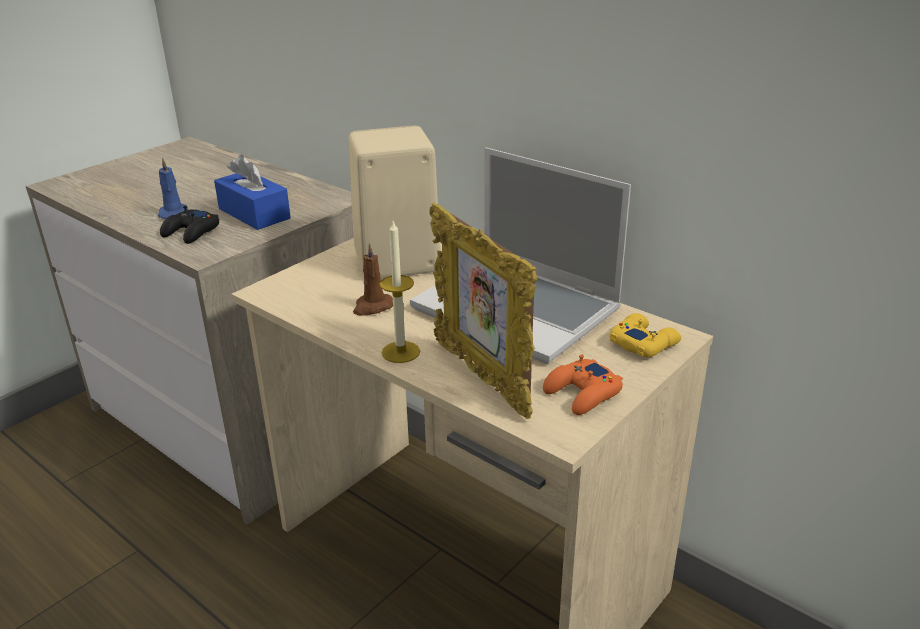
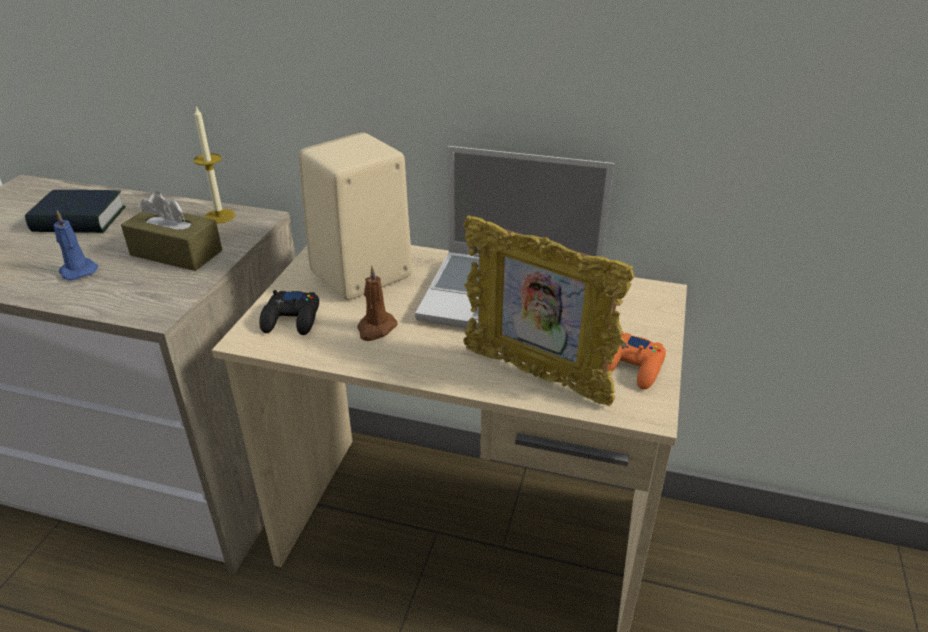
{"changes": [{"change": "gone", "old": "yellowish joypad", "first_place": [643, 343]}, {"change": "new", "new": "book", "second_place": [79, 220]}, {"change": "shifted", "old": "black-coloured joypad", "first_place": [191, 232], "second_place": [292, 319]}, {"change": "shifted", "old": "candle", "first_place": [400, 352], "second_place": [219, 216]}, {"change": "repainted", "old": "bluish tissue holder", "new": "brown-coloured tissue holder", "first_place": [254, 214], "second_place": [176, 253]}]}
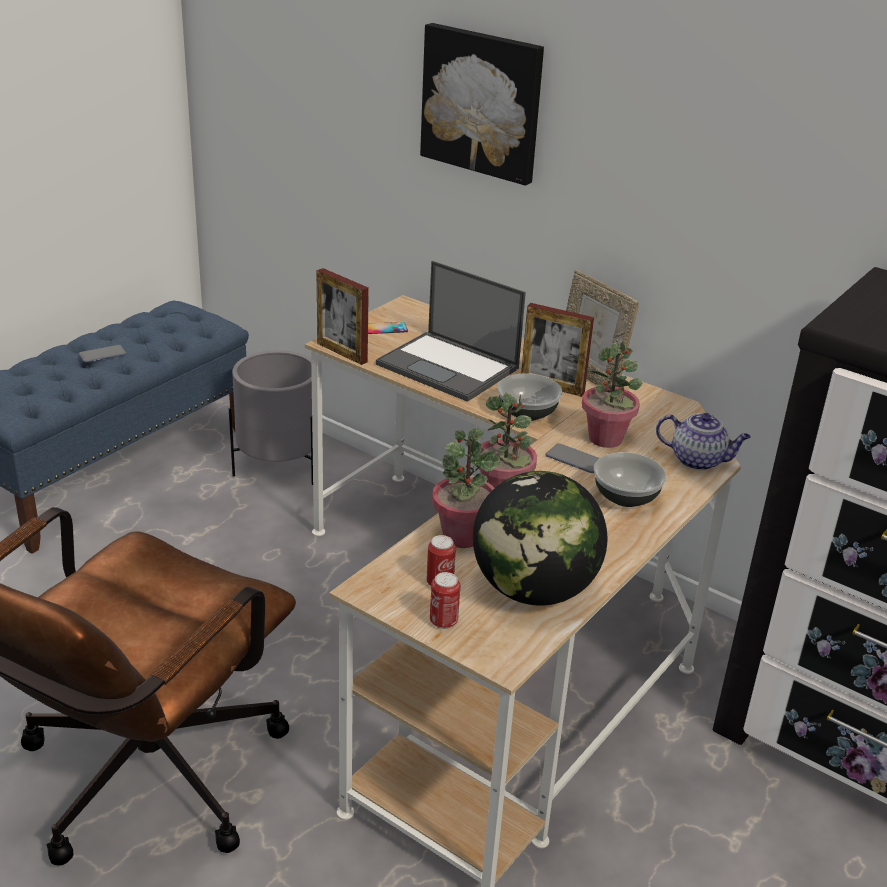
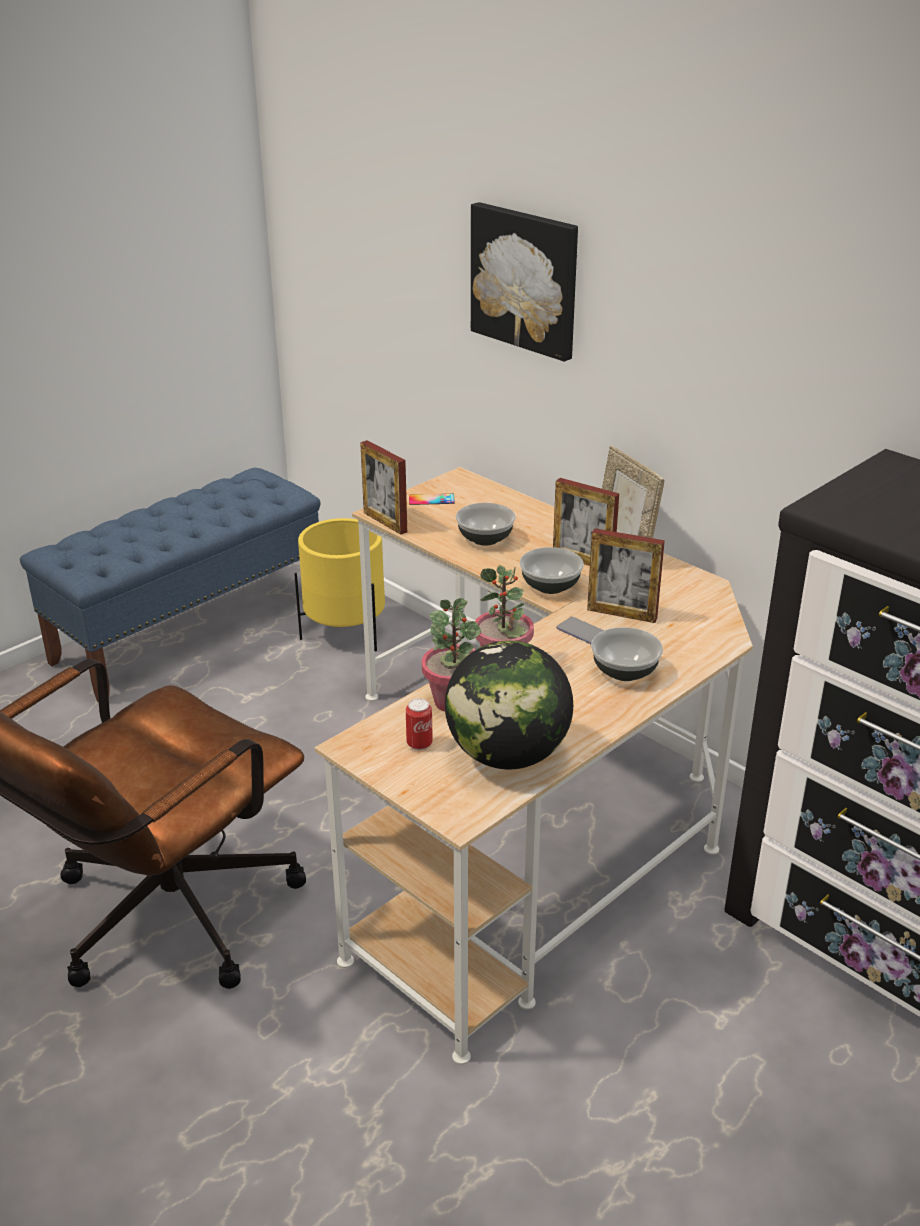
{"changes": [{"change": "gone", "old": "handset", "first_place": [102, 355]}, {"change": "gone", "old": "can", "first_place": [443, 621]}, {"change": "gone", "old": "tea pot", "first_place": [698, 460]}, {"change": "swapped", "old": "laptop", "new": "serving bowl", "first_place": [449, 367], "second_place": [486, 539]}, {"change": "swapped", "old": "houseplant", "new": "standing frame", "first_place": [606, 439], "second_place": [622, 614]}, {"change": "repainted", "old": "grey plant pot", "new": "yellowish plant pot", "first_place": [278, 467], "second_place": [345, 633]}]}
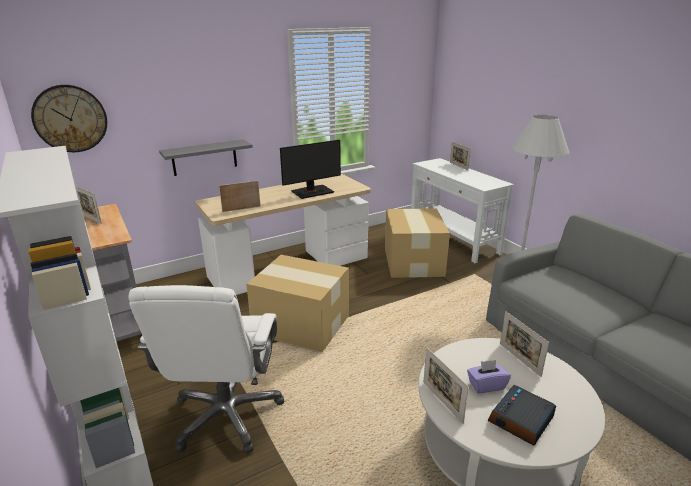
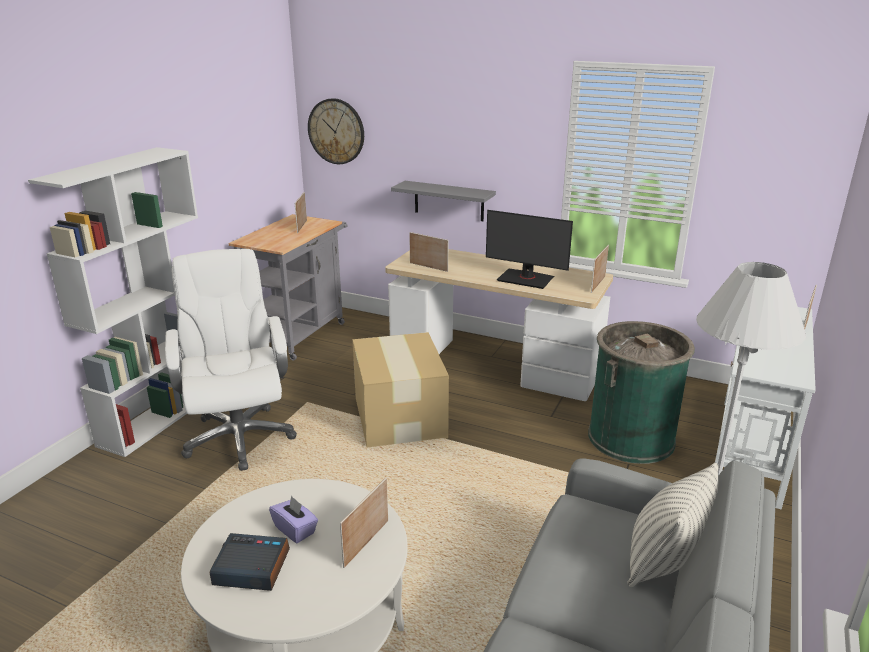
{"changes": [{"change": "new", "new": "pillow", "second_place": [664, 561]}, {"change": "shifted", "old": "standing frame", "first_place": [442, 402], "second_place": [598, 284]}, {"change": "swapped", "old": "packing box", "new": "green-coloured rubbish bin", "first_place": [413, 261], "second_place": [631, 438]}, {"change": "rotated", "old": "whitish office chair", "first_place": [226, 415], "second_place": [239, 437], "degrees": 105}]}
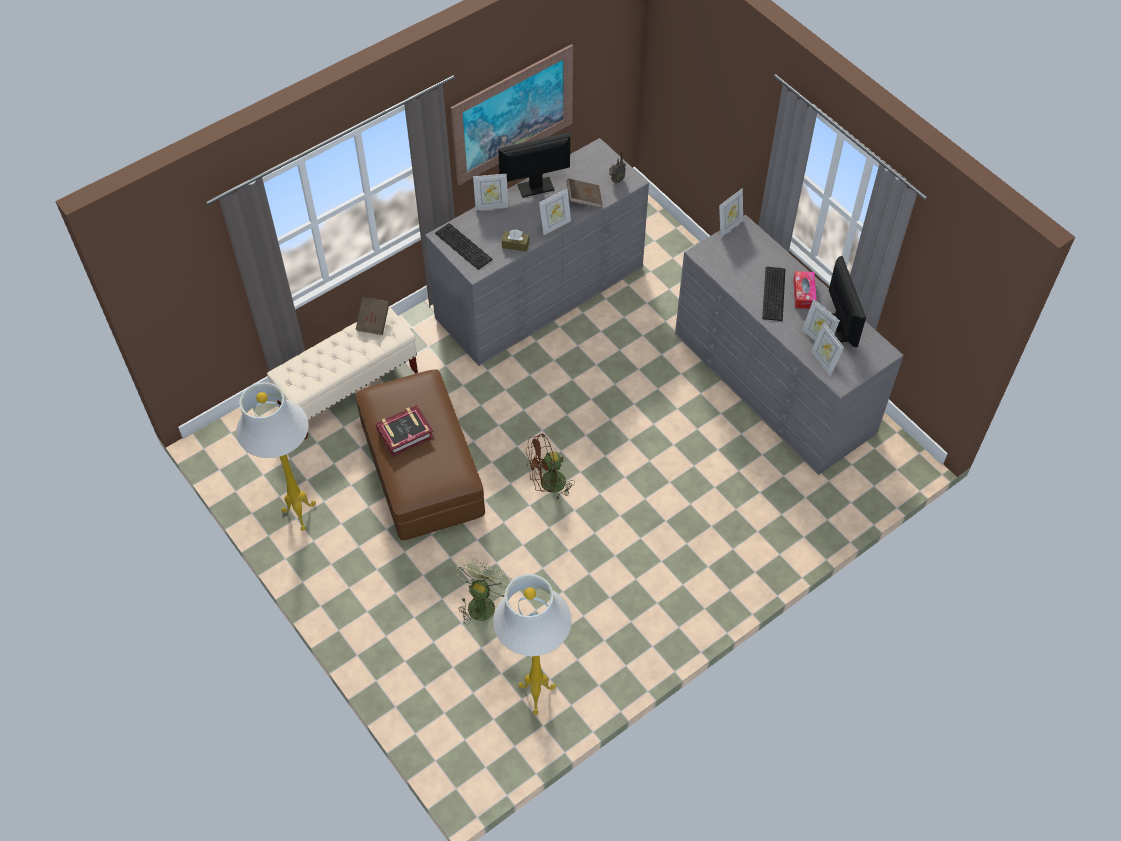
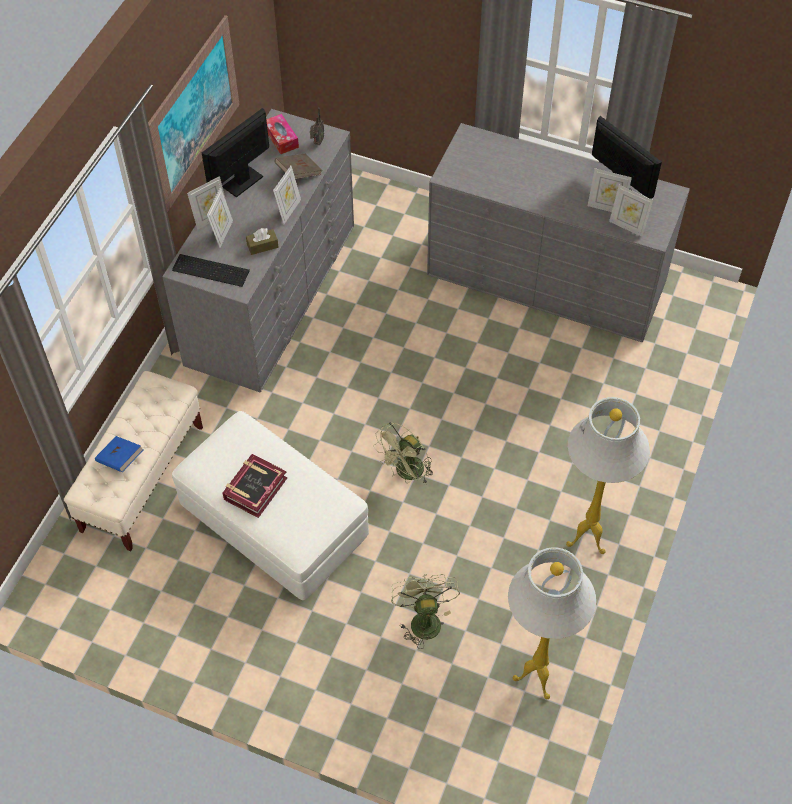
{"changes": [{"change": "gone", "old": "brown-coloured book", "first_place": [373, 321]}, {"change": "gone", "old": "keyboard", "first_place": [775, 293]}, {"change": "new", "new": "bluish book", "second_place": [120, 460]}, {"change": "shifted", "old": "whitish standing lamp", "first_place": [299, 515], "second_place": [586, 542]}, {"change": "shifted", "old": "standing frame", "first_place": [729, 227], "second_place": [222, 233]}, {"change": "shifted", "old": "tissue holder", "first_place": [803, 294], "second_place": [281, 138]}, {"change": "repainted", "old": "brown-coloured pouffe", "new": "whitish pouffe", "first_place": [422, 470], "second_place": [274, 521]}, {"change": "repainted", "old": "brown-coloured fan", "new": "green-coloured fan", "first_place": [547, 484], "second_place": [406, 473]}]}
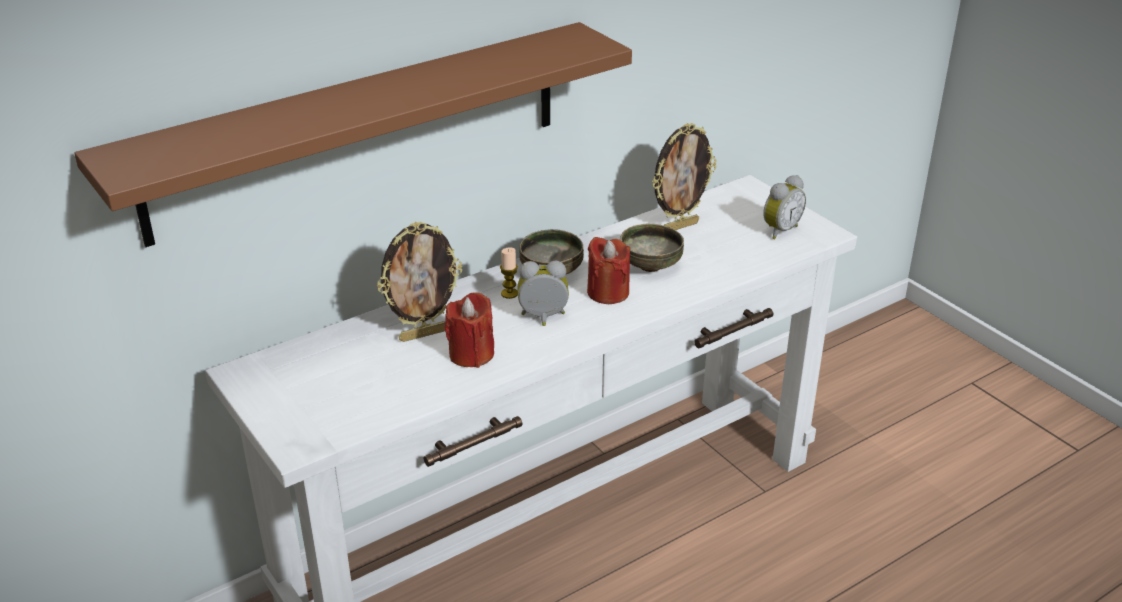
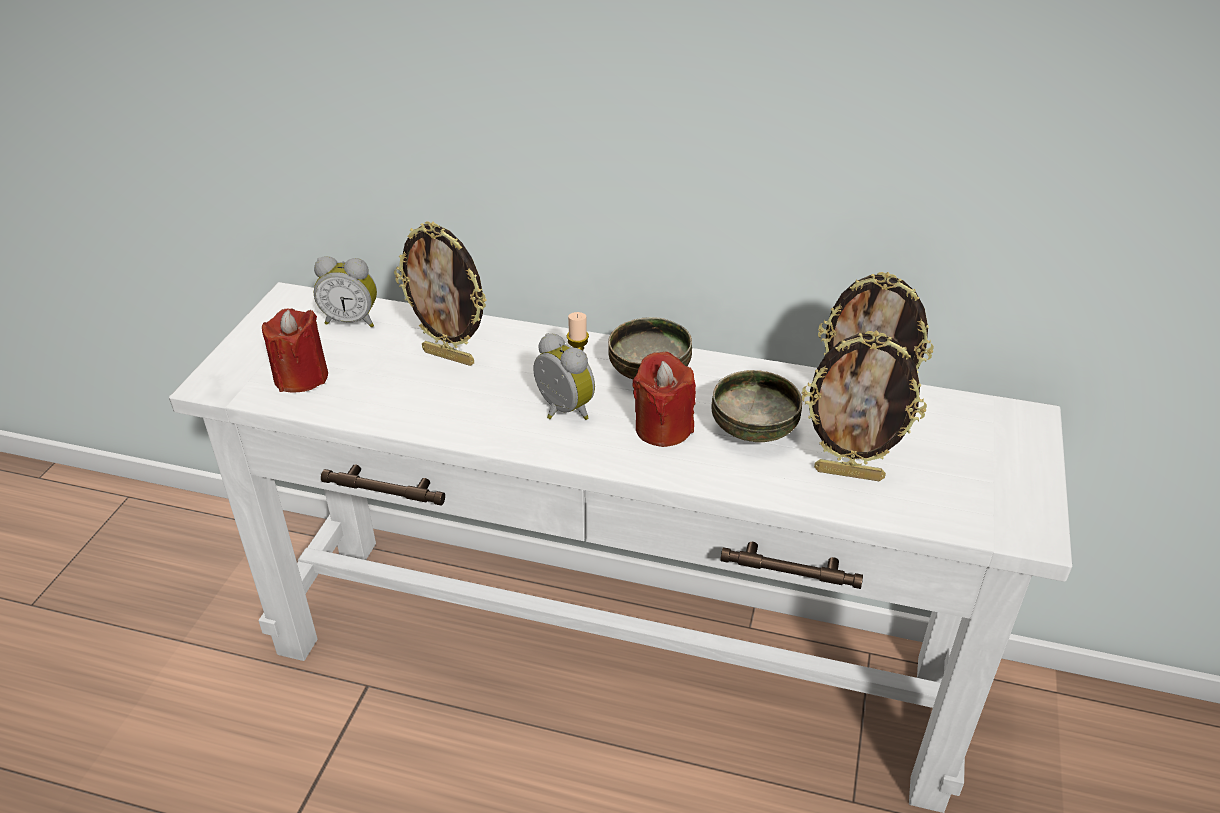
{"changes": [{"change": "gone", "old": "brown-coloured wall shelf", "first_place": [358, 130]}, {"change": "new", "new": "standing frame", "second_place": [849, 473]}, {"change": "shifted", "old": "red-coloured candle", "first_place": [471, 354], "second_place": [301, 377]}, {"change": "shifted", "old": "alarm clock", "first_place": [779, 230], "second_place": [352, 320]}]}
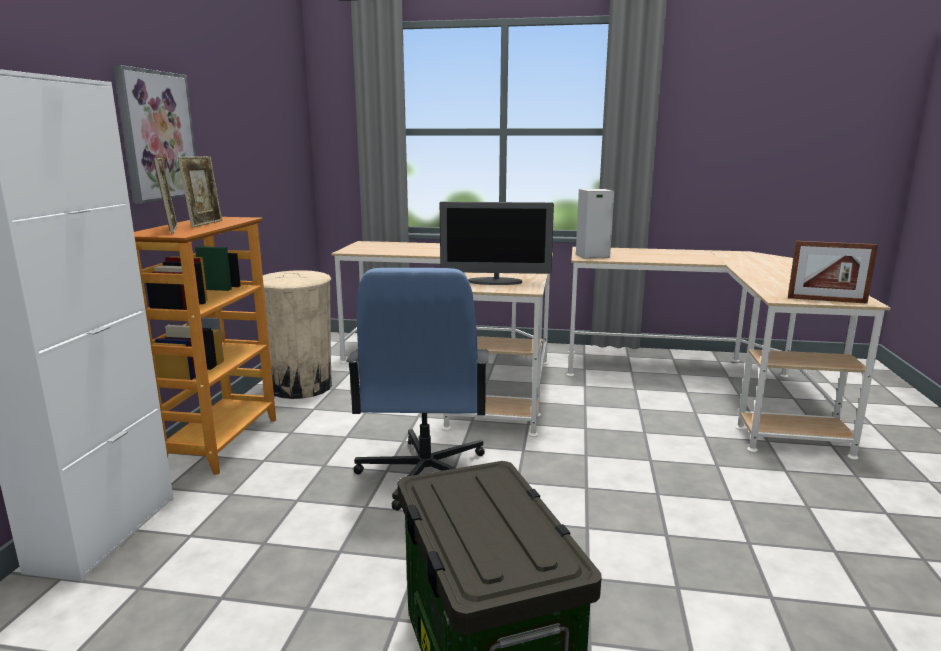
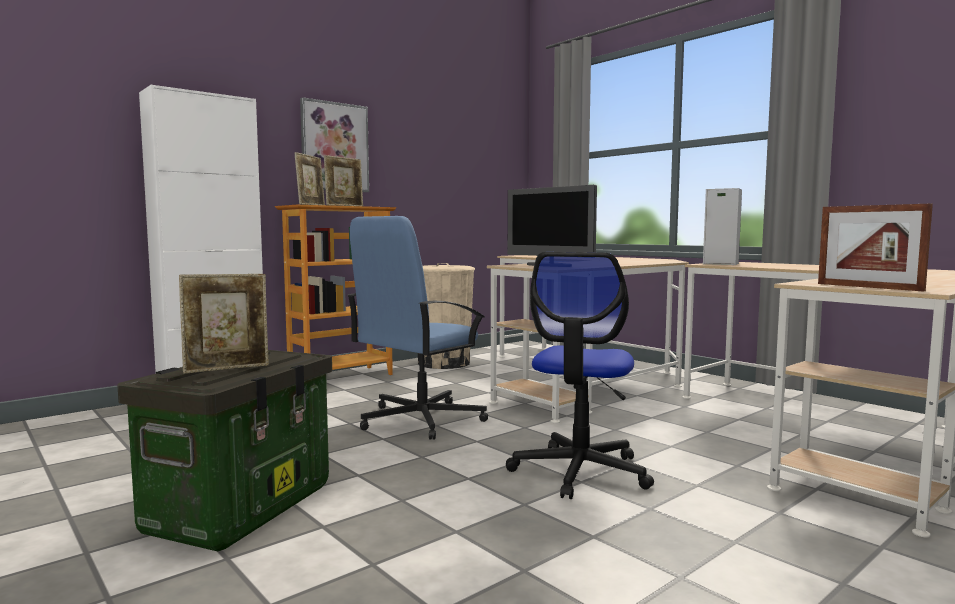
{"changes": [{"change": "new", "new": "standing frame", "second_place": [227, 368]}, {"change": "new", "new": "office chair", "second_place": [580, 472]}]}
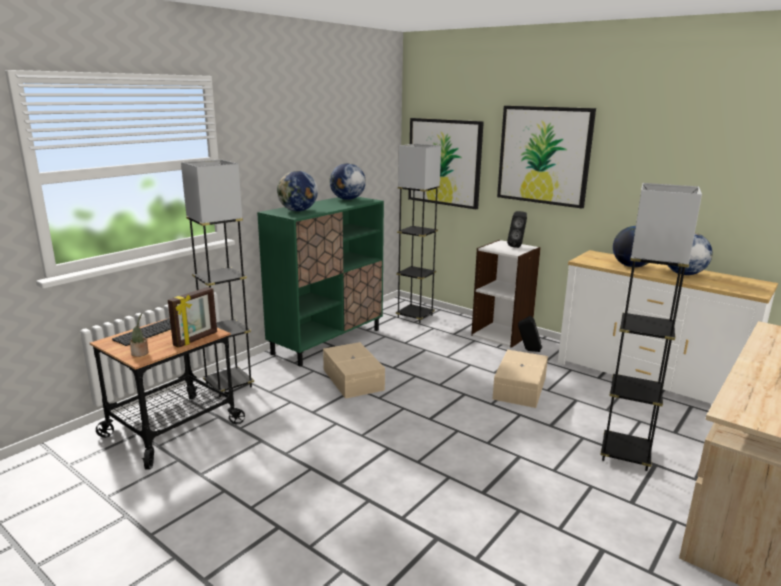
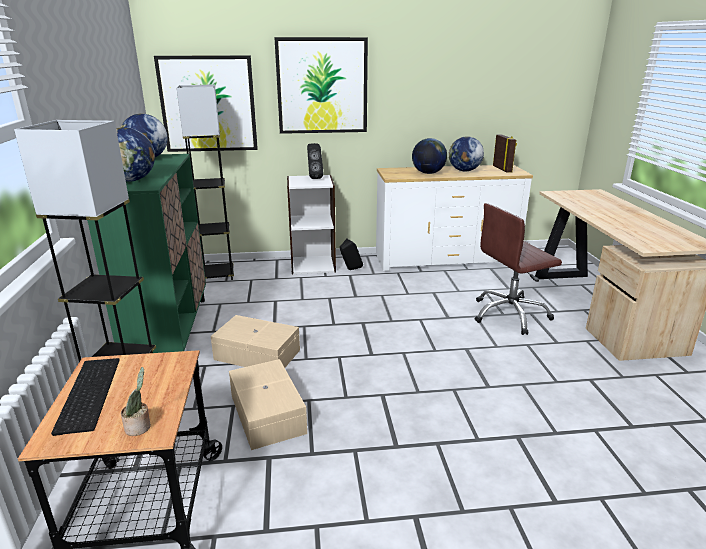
{"changes": [{"change": "shifted", "old": "standing frame", "first_place": [196, 339], "second_place": [502, 169]}, {"change": "shifted", "old": "beige-coloured storage box", "first_place": [518, 388], "second_place": [266, 415]}, {"change": "swapped", "old": "grey standing lamp", "new": "brown-coloured office chair", "first_place": [625, 454], "second_place": [510, 315]}]}
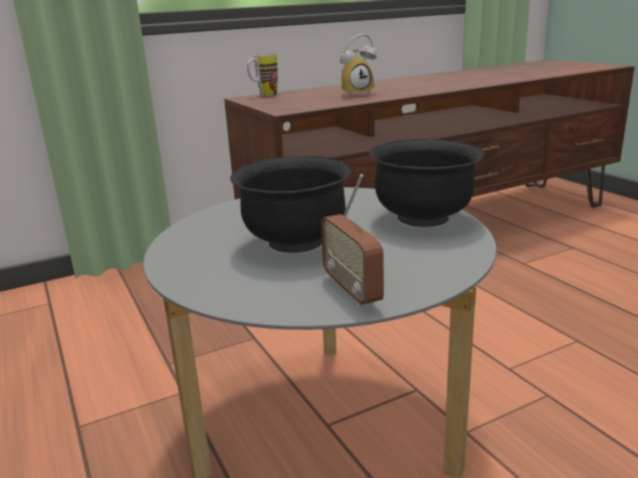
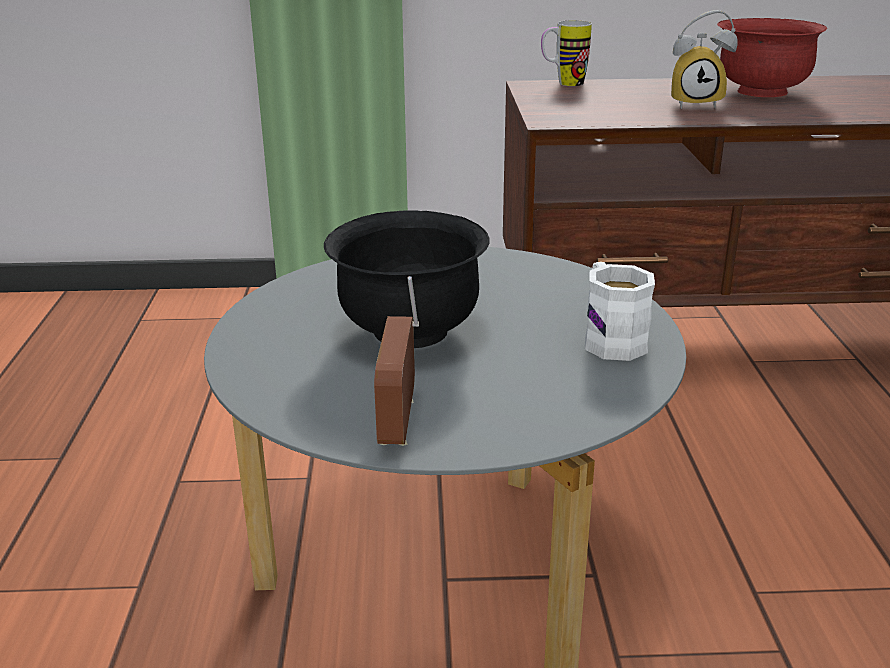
{"changes": [{"change": "new", "new": "red-coloured serving bowl", "second_place": [762, 92]}, {"change": "swapped", "old": "black-coloured serving bowl", "new": "whitish tea mug", "first_place": [423, 218], "second_place": [609, 338]}]}
